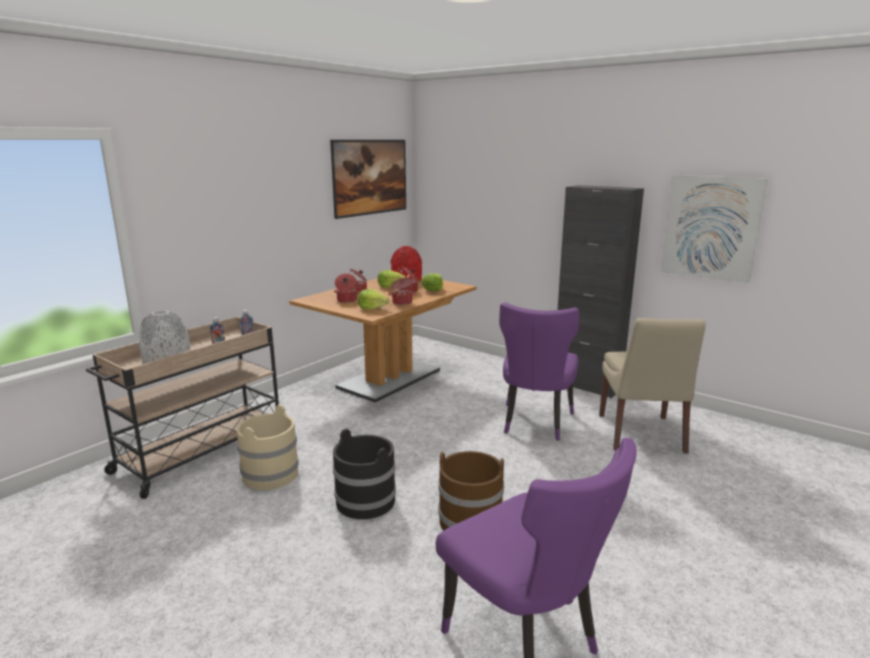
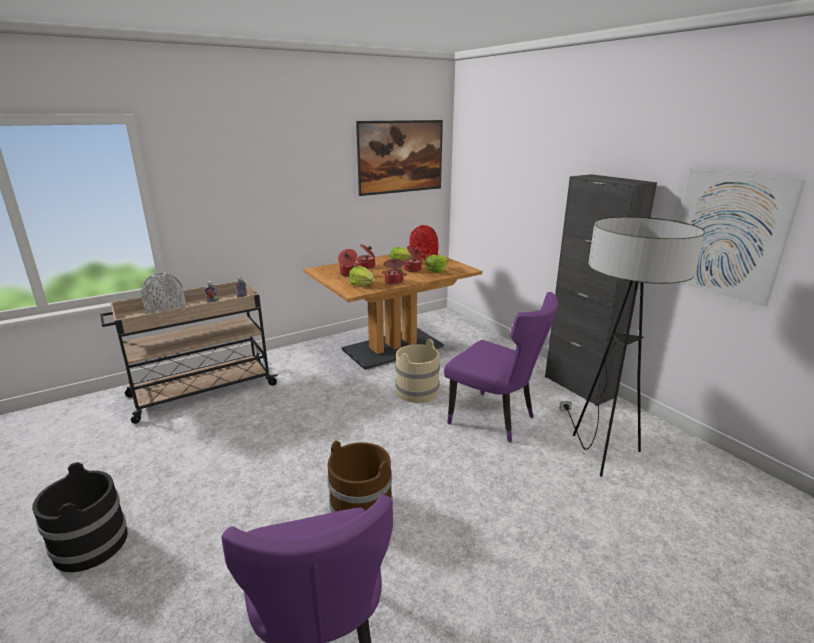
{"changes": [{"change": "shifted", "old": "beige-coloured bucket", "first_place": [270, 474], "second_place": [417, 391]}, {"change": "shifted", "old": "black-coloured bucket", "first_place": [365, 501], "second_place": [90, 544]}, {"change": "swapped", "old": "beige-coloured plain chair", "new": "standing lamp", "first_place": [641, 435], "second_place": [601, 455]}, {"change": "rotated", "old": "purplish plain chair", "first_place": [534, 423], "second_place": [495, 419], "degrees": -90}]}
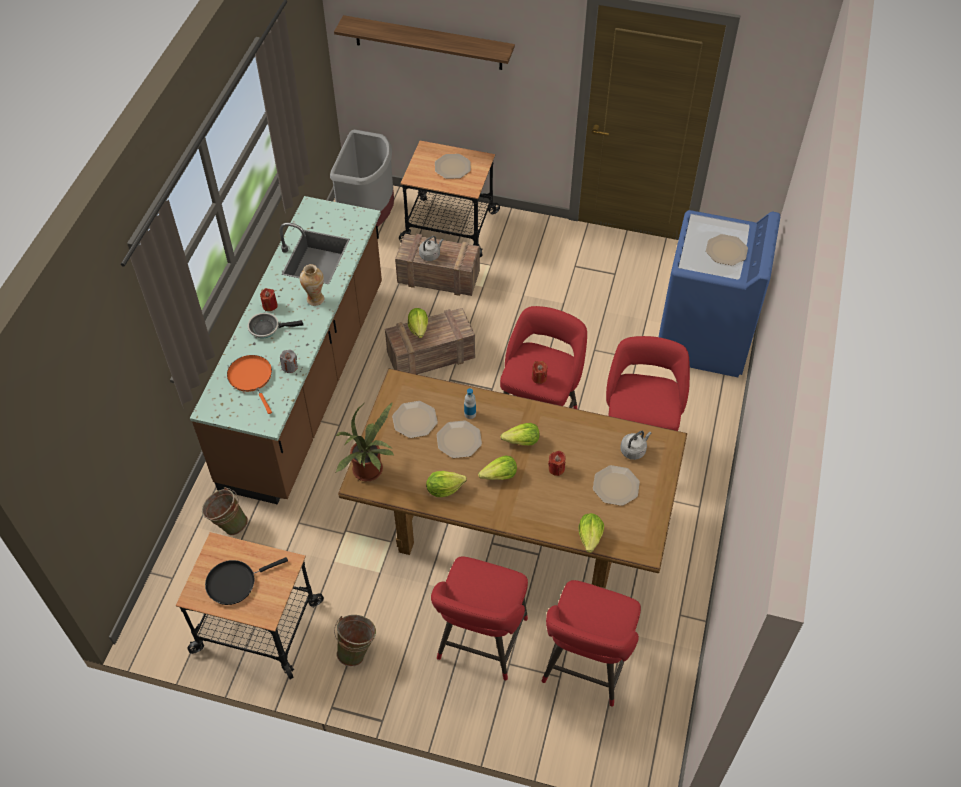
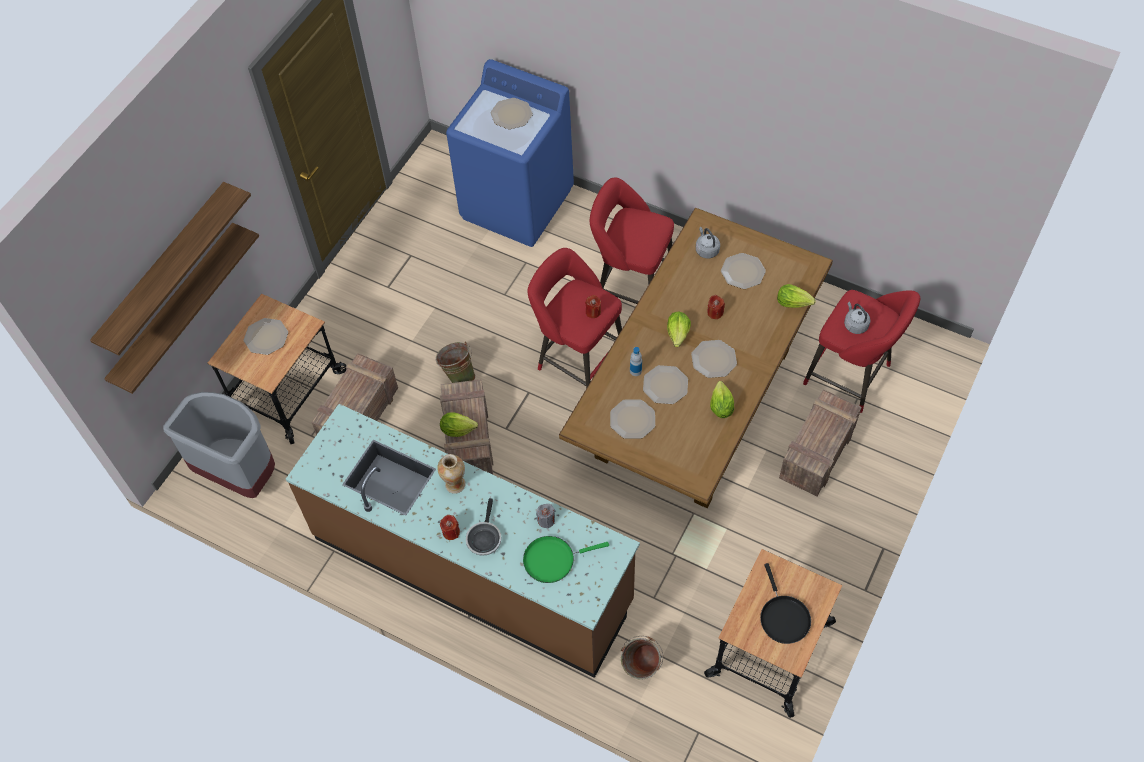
{"changes": [{"change": "gone", "old": "houseplant", "first_place": [370, 472]}, {"change": "new", "new": "wall shelf", "second_place": [176, 308]}, {"change": "shifted", "old": "green-coloured bucket", "first_place": [357, 650], "second_place": [458, 375]}, {"change": "shifted", "old": "grey water kettle", "first_place": [430, 255], "second_place": [855, 324]}, {"change": "swapped", "old": "red-coloured stool seat", "new": "shipping crate", "first_place": [480, 644], "second_place": [816, 454]}, {"change": "swapped", "old": "lettuce", "new": "flat dish", "first_place": [499, 475], "second_place": [714, 359]}, {"change": "repainted", "old": "orangey skillet", "new": "green-coloured skillet", "first_place": [251, 378], "second_place": [553, 560]}]}
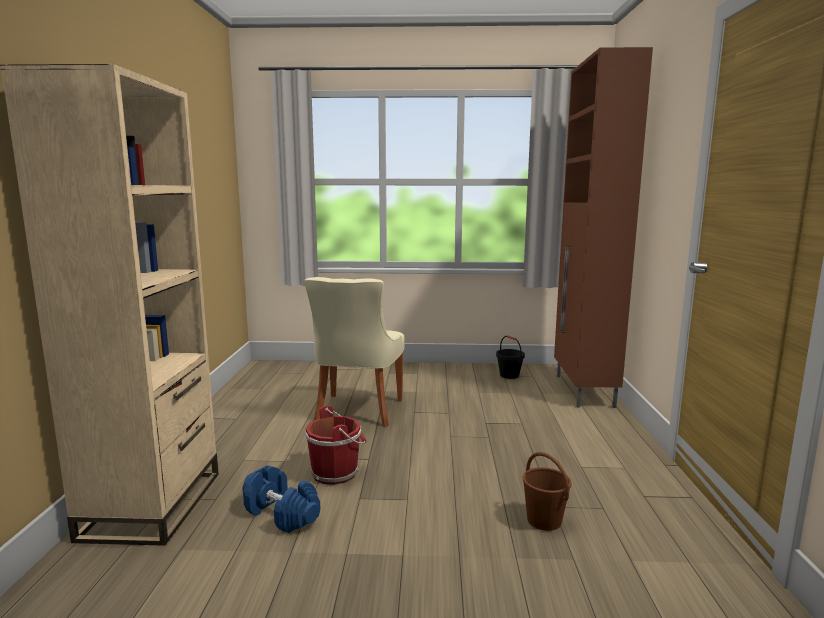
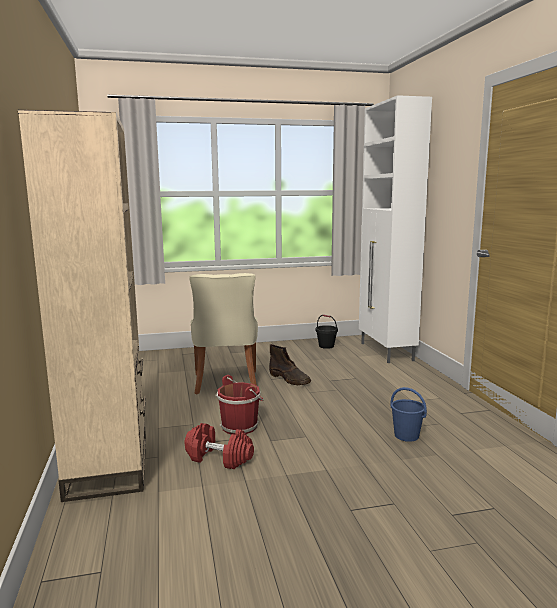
{"changes": [{"change": "new", "new": "brown-coloured tall boot", "second_place": [289, 379]}, {"change": "repainted", "old": "bluish free weight", "new": "red-coloured free weight", "first_place": [282, 514], "second_place": [219, 458]}, {"change": "repainted", "old": "brown-coloured bucket", "new": "bluish bucket", "first_place": [544, 521], "second_place": [407, 436]}, {"change": "repainted", "old": "brown-coloured cabinet", "new": "whitish cabinet", "first_place": [583, 391], "second_place": [386, 352]}]}
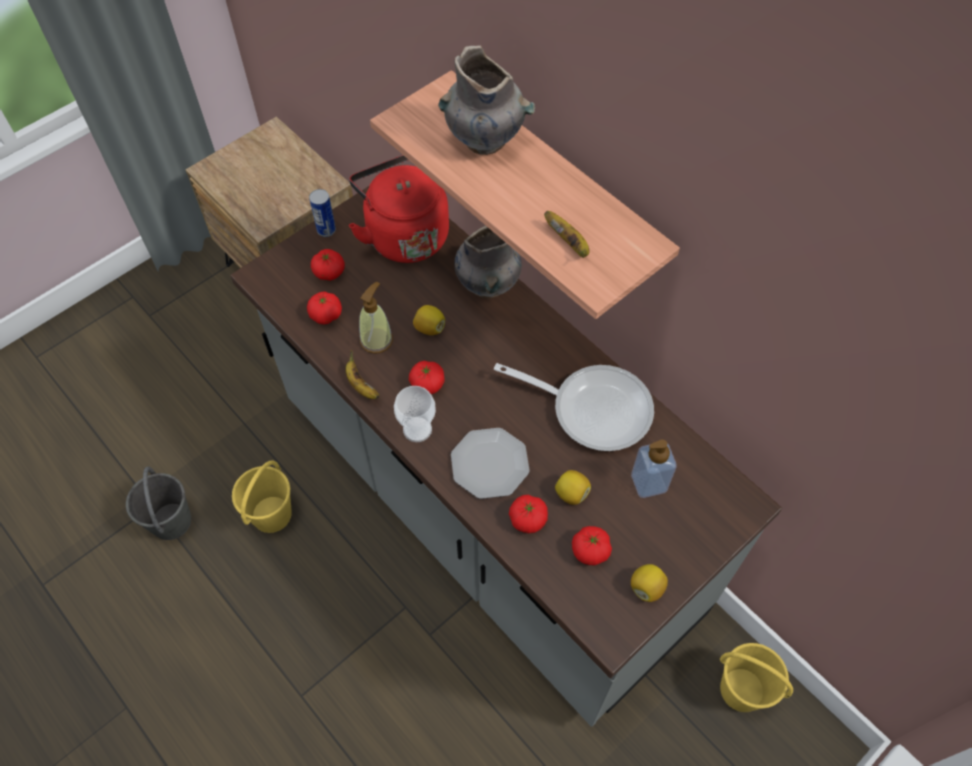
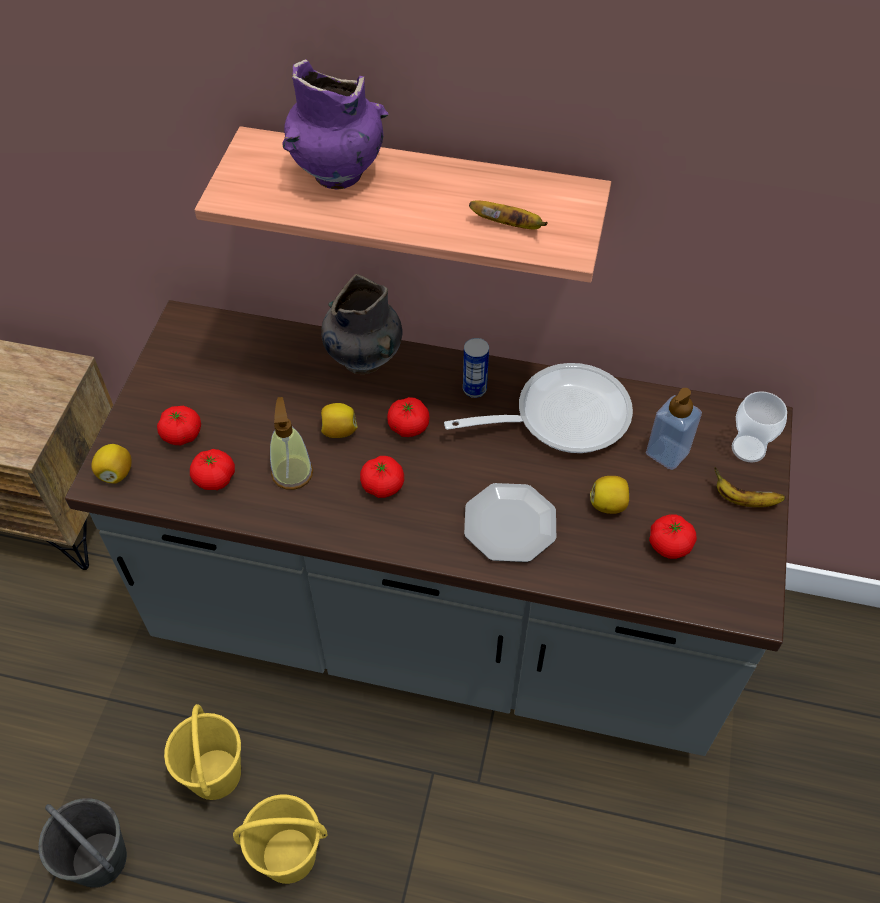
{"changes": [{"change": "gone", "old": "red-coloured water kettle", "first_place": [404, 234]}, {"change": "shifted", "old": "can", "first_place": [326, 230], "second_place": [474, 389]}, {"change": "shifted", "old": "whole banana", "first_place": [360, 385], "second_place": [743, 500]}, {"change": "shifted", "old": "cup", "first_place": [417, 429], "second_place": [748, 449]}, {"change": "shifted", "old": "fresh tomato", "first_place": [528, 519], "second_place": [408, 426]}, {"change": "shifted", "old": "lemon", "first_place": [646, 588], "second_place": [116, 473]}, {"change": "shifted", "old": "yellowish bucket", "first_place": [742, 690], "second_place": [290, 855]}, {"change": "repainted", "old": "grey decorative vase", "new": "purplish decorative vase", "first_place": [486, 140], "second_place": [339, 173]}]}
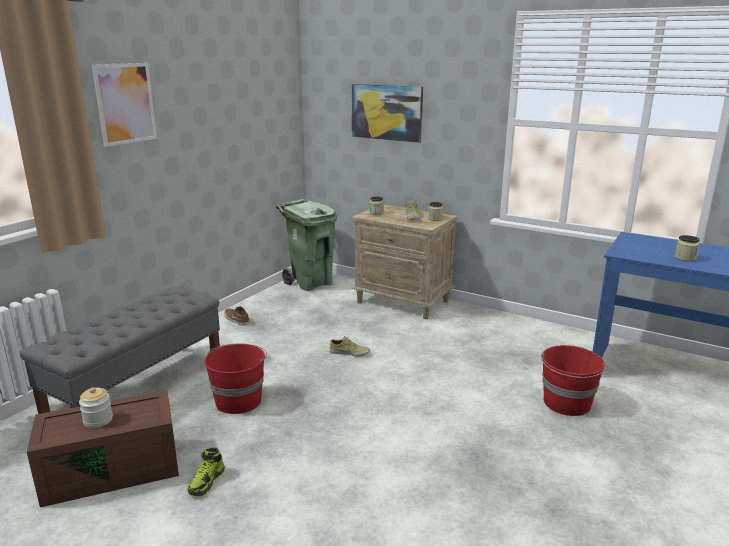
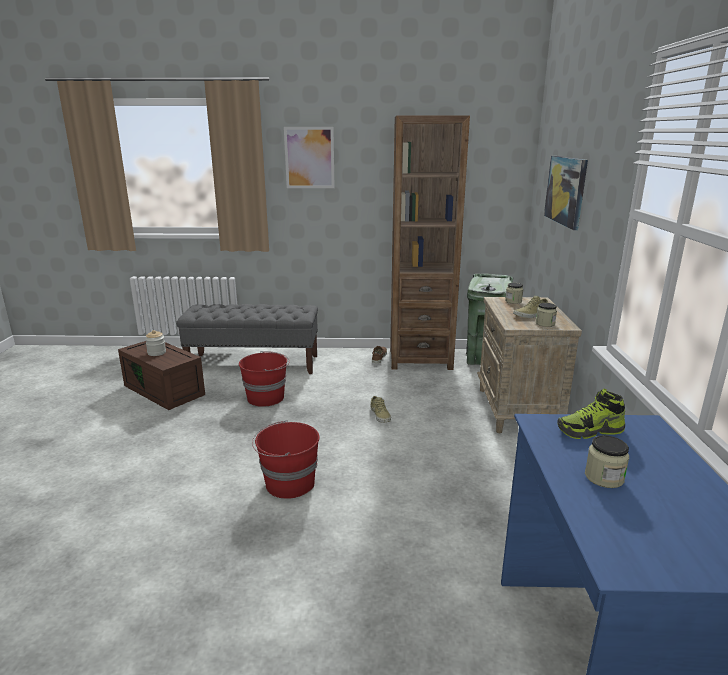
{"changes": [{"change": "new", "new": "brown-coloured bookcase", "second_place": [420, 359]}, {"change": "shifted", "old": "shoe", "first_place": [206, 482], "second_place": [590, 431]}, {"change": "shifted", "old": "red-coloured bucket", "first_place": [567, 403], "second_place": [288, 483]}]}
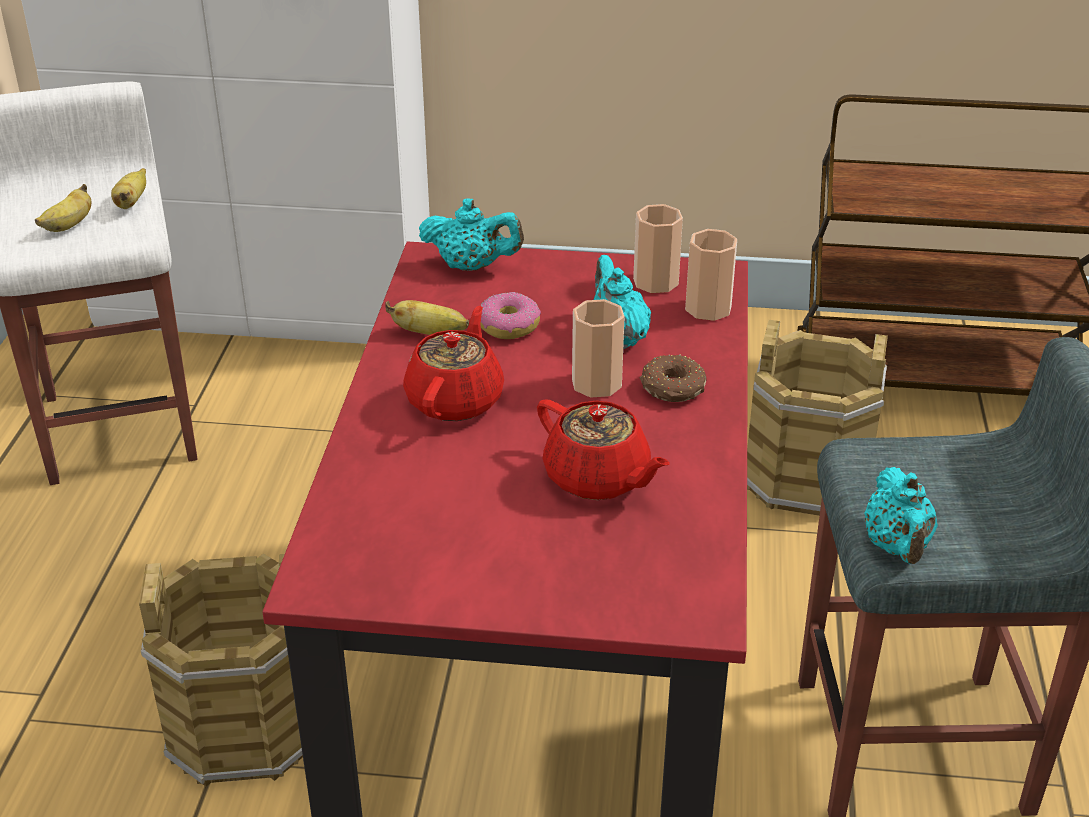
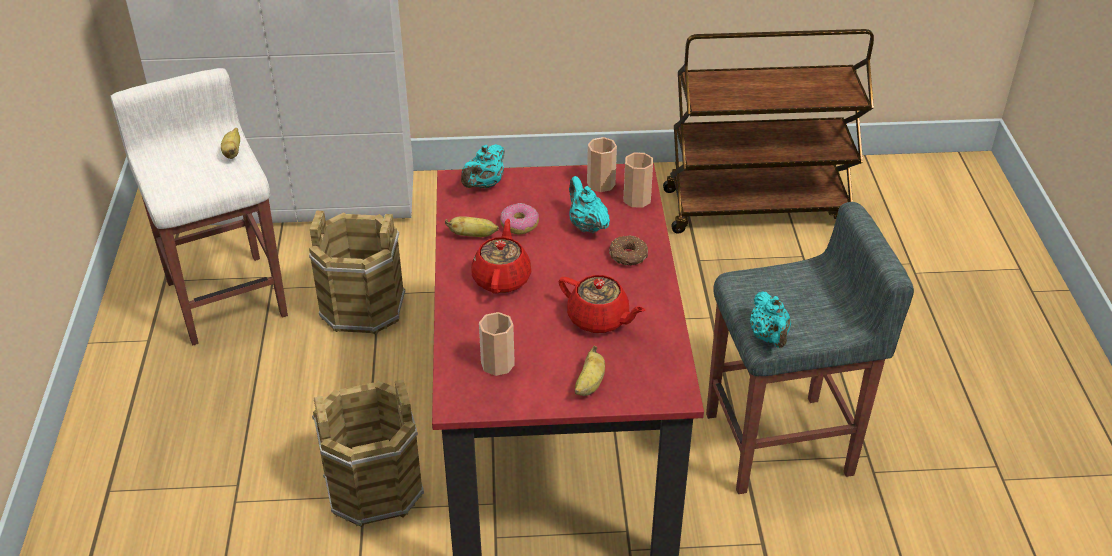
{"changes": [{"change": "shifted", "old": "whole banana", "first_place": [69, 226], "second_place": [589, 384]}, {"change": "shifted", "old": "cup", "first_place": [596, 384], "second_place": [497, 364]}, {"change": "shifted", "old": "brown-coloured bucket", "first_place": [806, 476], "second_place": [363, 306]}, {"change": "rotated", "old": "turquoise tea pot", "first_place": [472, 266], "second_place": [484, 184], "degrees": 120}]}
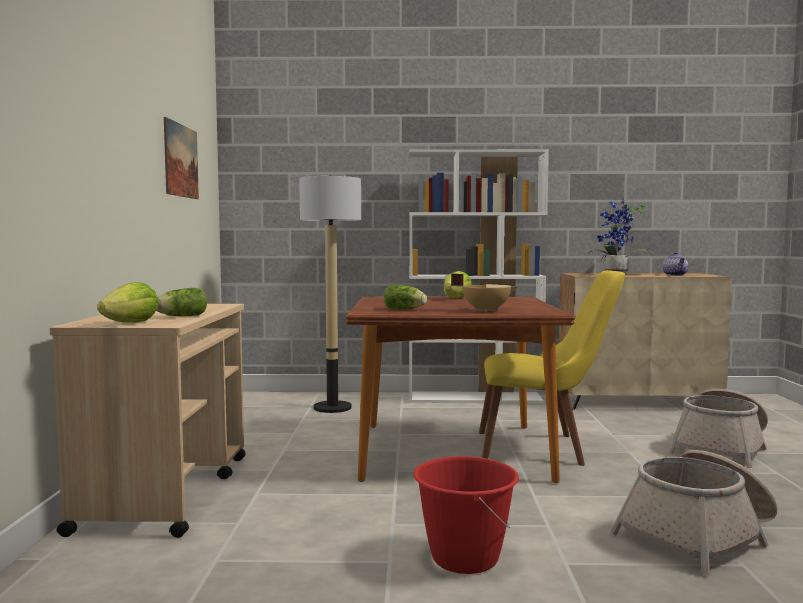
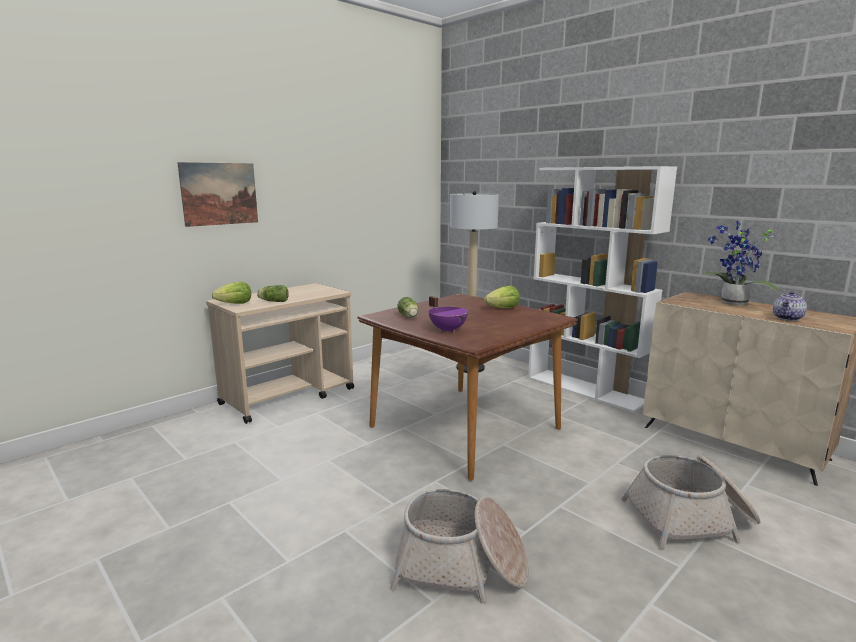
{"changes": [{"change": "gone", "old": "red-coloured bucket", "first_place": [464, 558]}, {"change": "gone", "old": "yellowish plain chair", "first_place": [545, 448]}, {"change": "shifted", "old": "wall picture", "first_place": [181, 161], "second_place": [219, 194]}, {"change": "repainted", "old": "beige-coloured saucepot", "new": "purplish saucepot", "first_place": [485, 310], "second_place": [448, 330]}]}
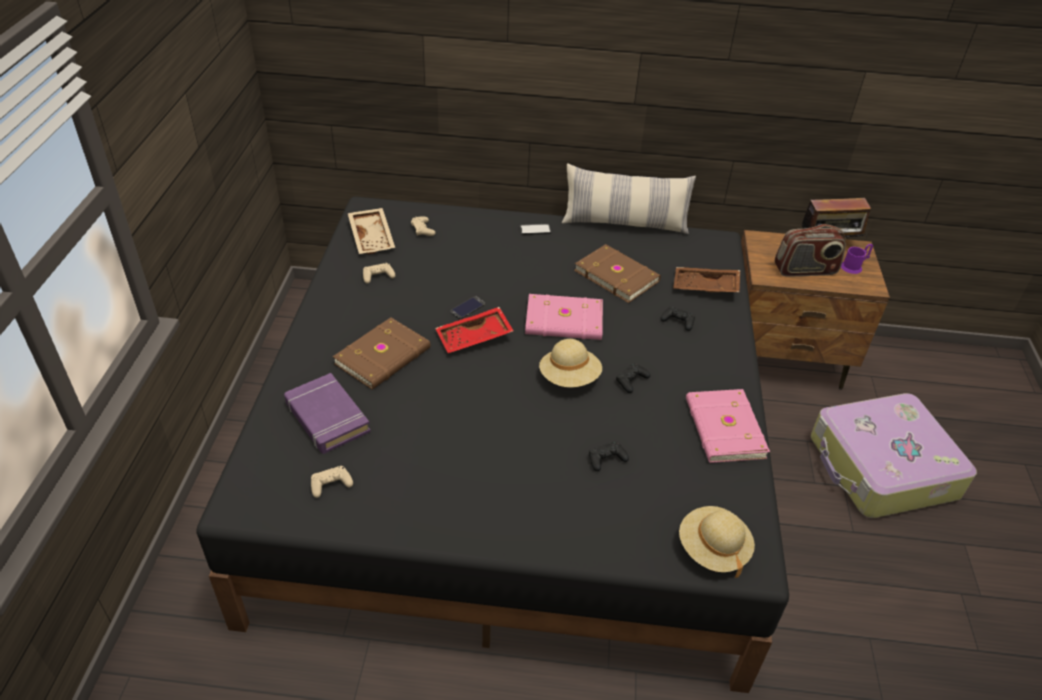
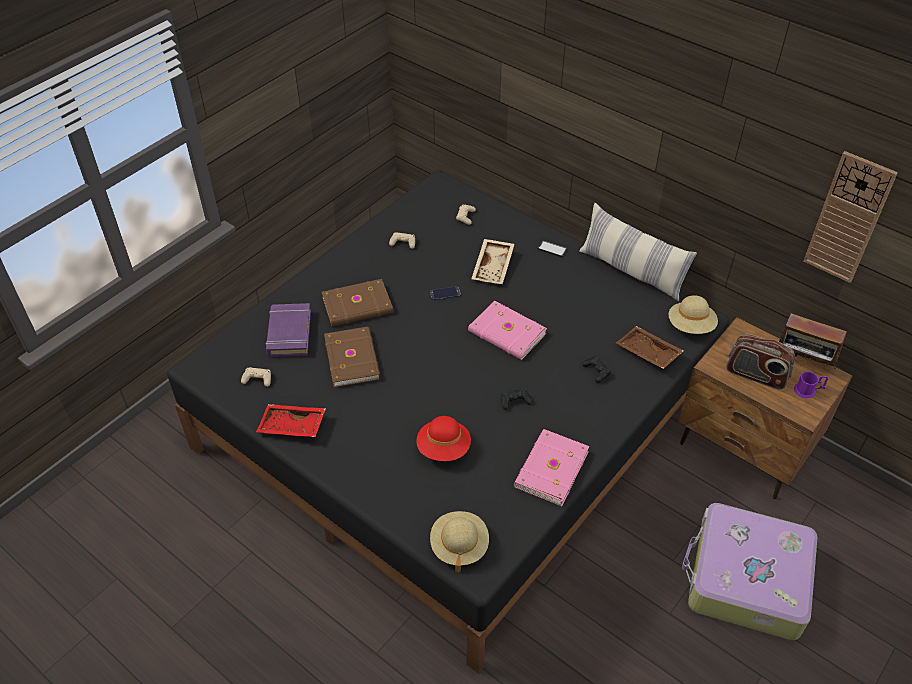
{"changes": [{"change": "new", "new": "wall clock", "second_place": [848, 218]}, {"change": "shifted", "old": "beige-coloured tray", "first_place": [373, 237], "second_place": [494, 267]}, {"change": "shifted", "old": "red-coloured tray", "first_place": [474, 338], "second_place": [291, 427]}, {"change": "shifted", "old": "beige-coloured clothing hat", "first_place": [569, 378], "second_place": [691, 326]}, {"change": "shifted", "old": "brown-coloured book", "first_place": [617, 275], "second_place": [353, 358]}, {"change": "swapped", "old": "black-coloured joypad", "new": "red-coloured clothing hat", "first_place": [606, 459], "second_place": [444, 448]}]}
